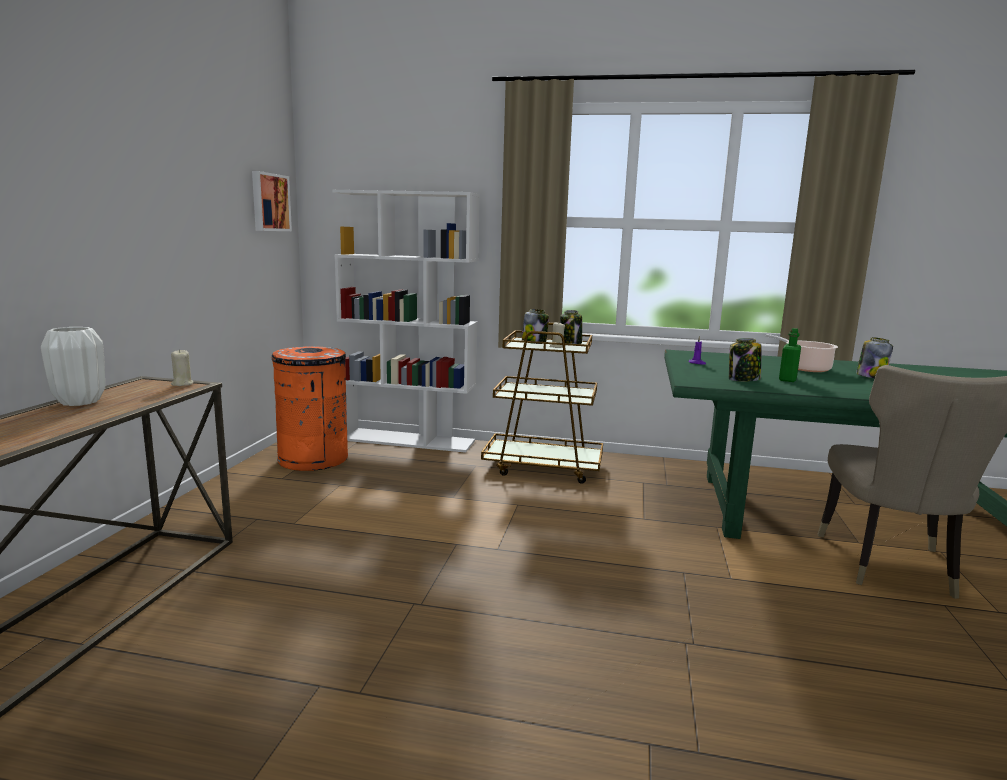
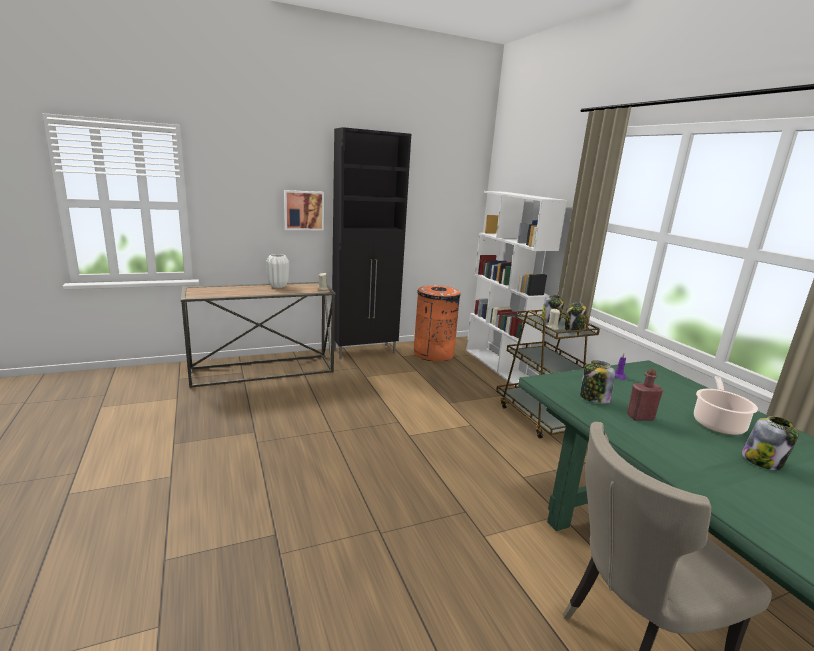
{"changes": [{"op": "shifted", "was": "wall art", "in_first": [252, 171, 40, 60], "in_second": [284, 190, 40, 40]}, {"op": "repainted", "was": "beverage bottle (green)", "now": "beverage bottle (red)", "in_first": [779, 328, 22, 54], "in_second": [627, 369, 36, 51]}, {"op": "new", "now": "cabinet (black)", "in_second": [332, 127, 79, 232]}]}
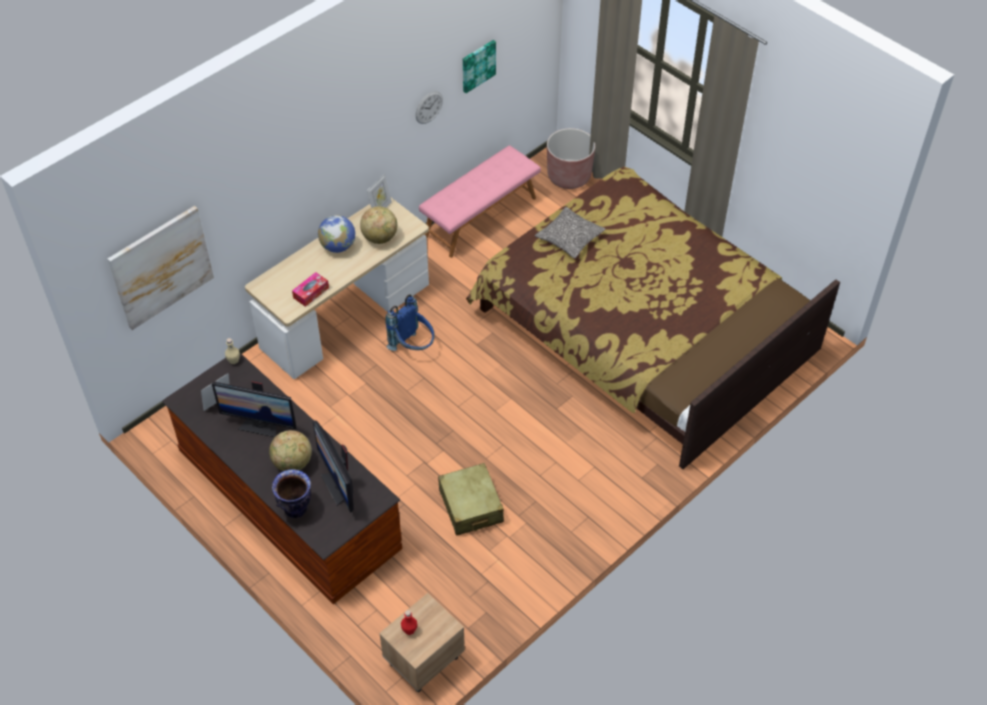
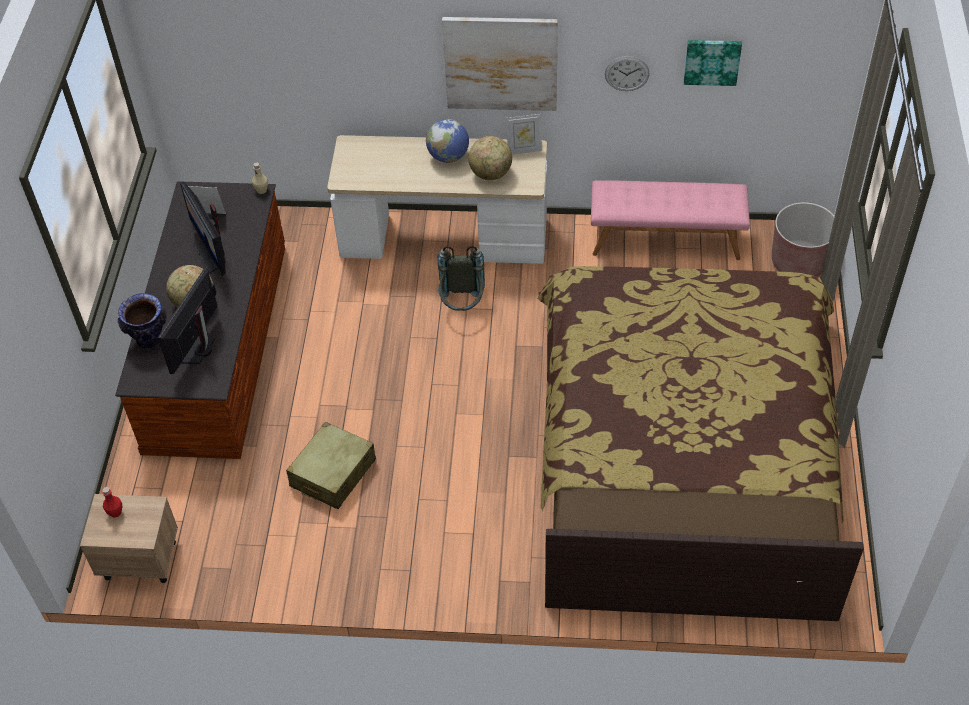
{"changes": [{"op": "shifted", "was": "wall art", "in_first": [108, 206, 106, 124], "in_second": [442, 17, 116, 94]}, {"op": "gone", "was": "tissue holder", "in_first": [292, 272, 37, 35]}, {"op": "repainted", "was": "backpack (blue-coloured)", "now": "backpack (gray)", "in_first": [385, 294, 50, 57], "in_second": [438, 246, 47, 65]}, {"op": "gone", "was": "cushion", "in_first": [535, 207, 70, 51]}]}
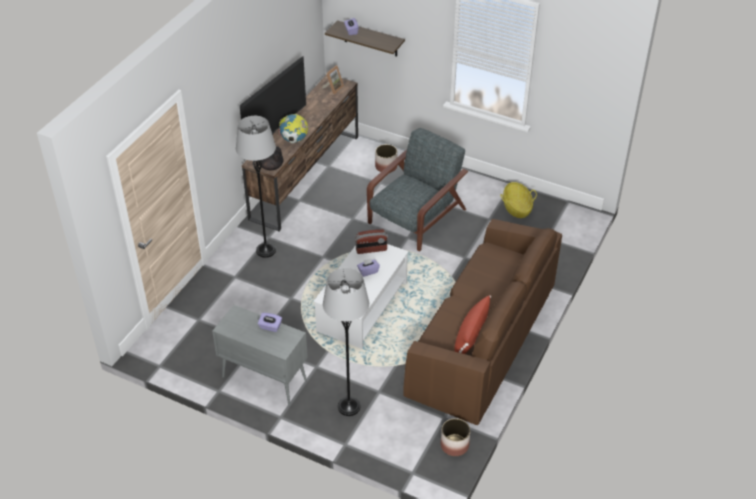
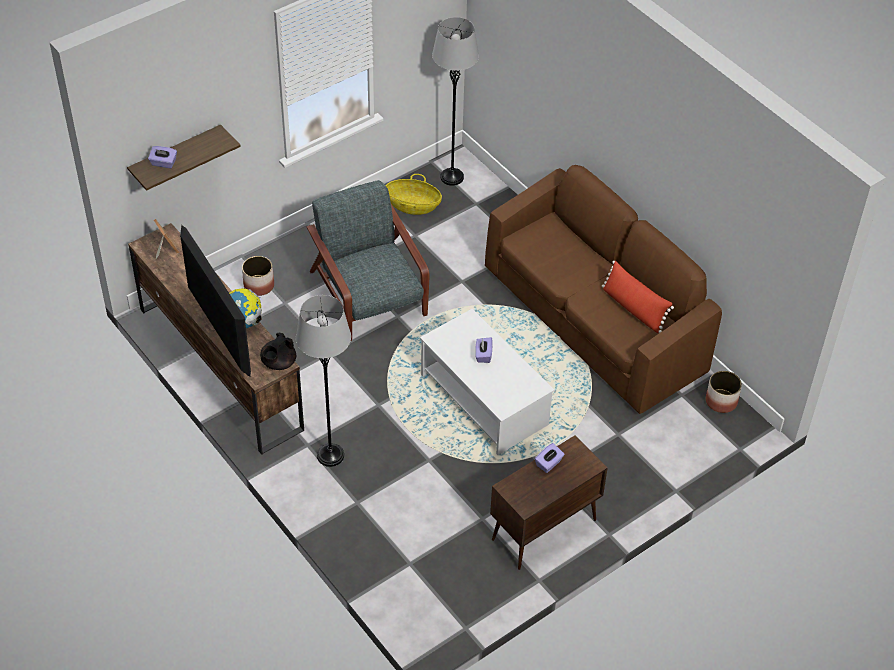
{"changes": [{"op": "repainted", "was": "cabinet (gray)", "now": "cabinet (brown-coloured)", "in_first": [212, 305, 96, 100], "in_second": [490, 435, 117, 135]}, {"op": "shifted", "was": "floor lamp (gray)", "in_first": [323, 268, 46, 148], "in_second": [432, 17, 47, 169]}, {"op": "gone", "was": "radio set", "in_first": [355, 229, 33, 25]}]}
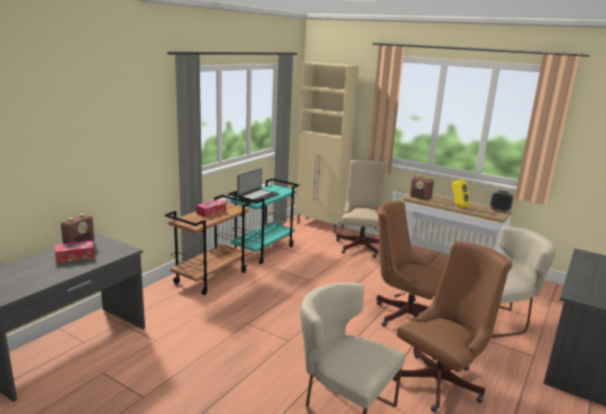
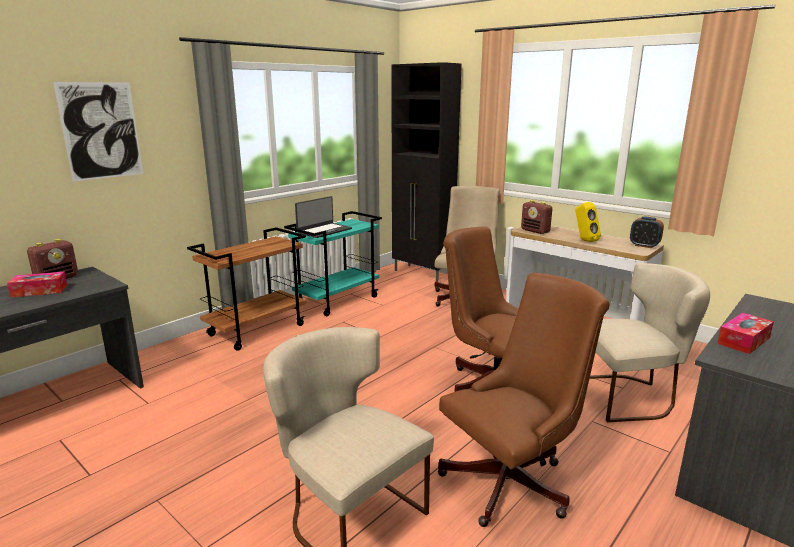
{"changes": [{"op": "shifted", "was": "tissue holder", "in_first": [196, 200, 30, 17], "in_second": [717, 313, 57, 41]}, {"op": "repainted", "was": "cabinet (beige-coloured)", "now": "cabinet (black)", "in_first": [296, 62, 63, 171], "in_second": [391, 62, 71, 219]}, {"op": "new", "now": "wall art", "in_second": [53, 82, 90, 100]}]}
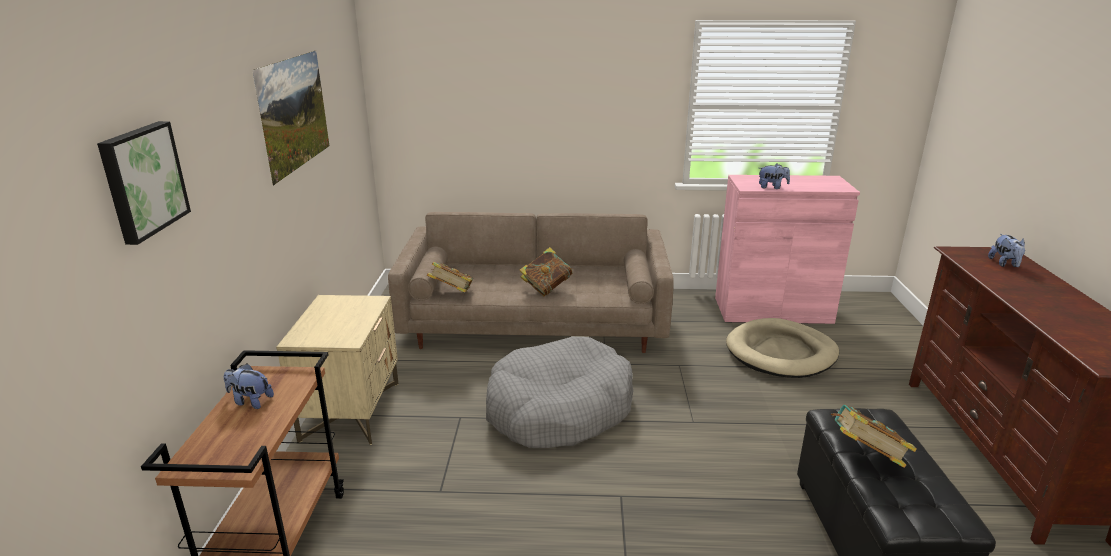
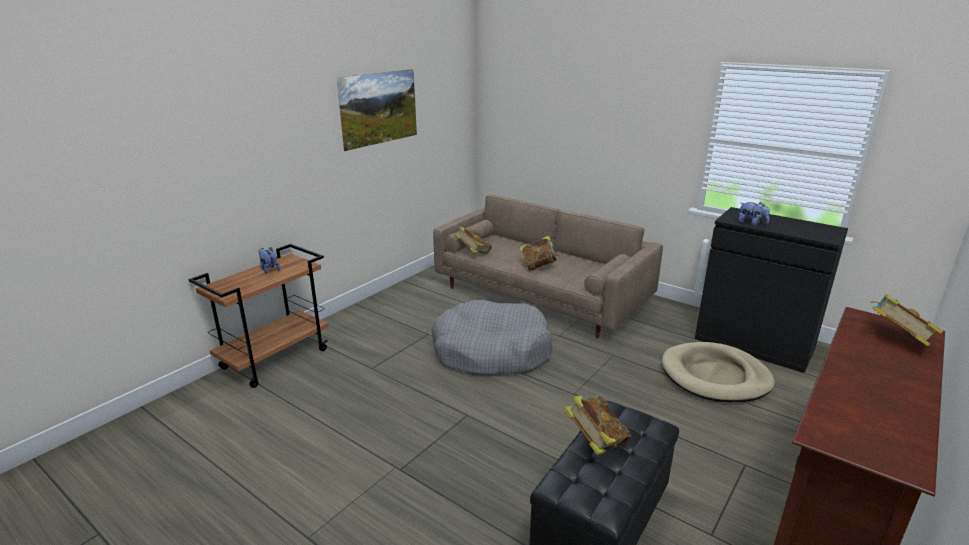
{"changes": [{"op": "gone", "was": "wall art", "in_first": [97, 121, 94, 124]}, {"op": "gone", "was": "night table (beige-coloured)", "in_first": [276, 295, 122, 150]}, {"op": "repainted", "was": "cabinet (pink-coloured)", "now": "cabinet (black)", "in_first": [715, 175, 145, 149], "in_second": [695, 207, 153, 166]}, {"op": "swapped", "was": "cuddly toy", "now": "bound book", "in_first": [988, 234, 37, 33], "in_second": [871, 294, 72, 52]}]}
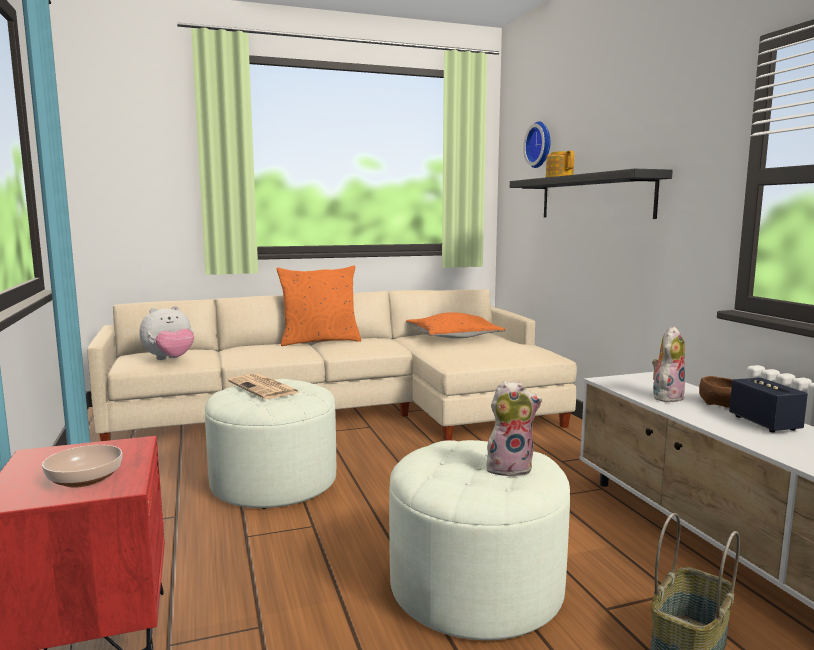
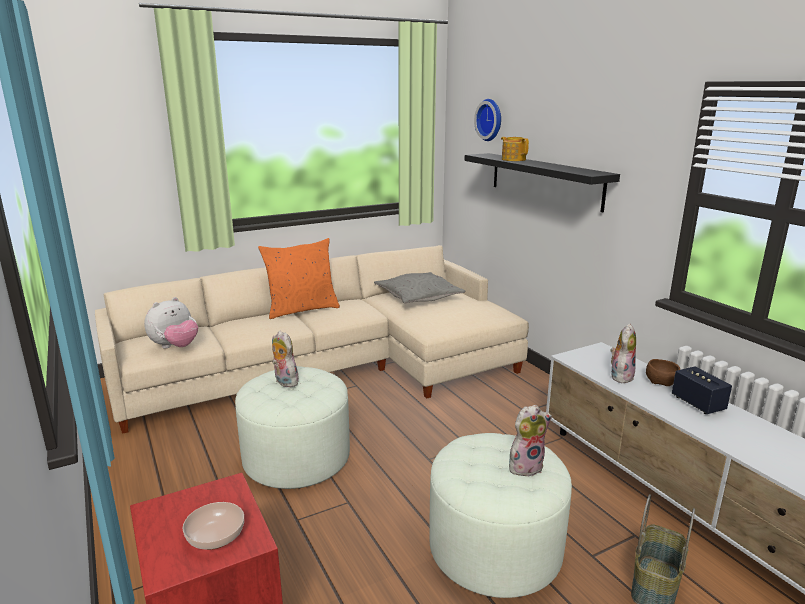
{"changes": [{"op": "swapped", "was": "newspaper", "now": "cuddly toy", "in_first": [228, 373, 72, 26], "in_second": [272, 331, 27, 56]}, {"op": "repainted", "was": "cushion (orange)", "now": "cushion (gray)", "in_first": [406, 312, 99, 27], "in_second": [374, 272, 91, 31]}]}
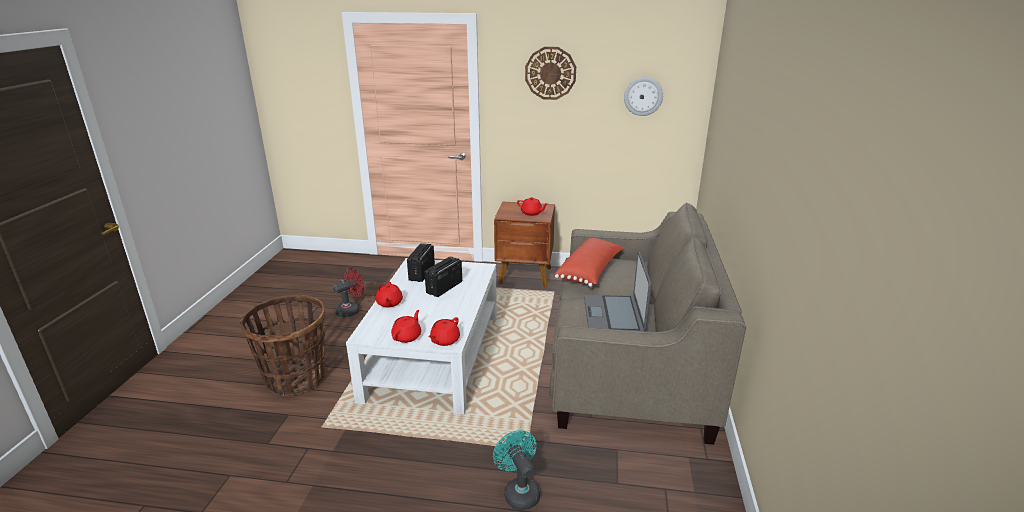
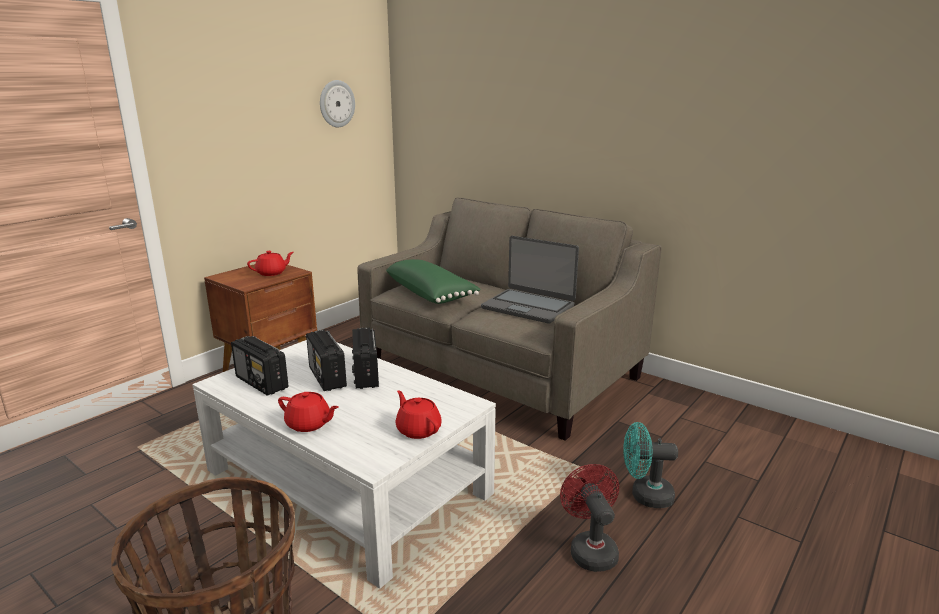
{"changes": [{"op": "shifted", "was": "electric fan (red)", "in_first": [333, 268, 31, 50], "in_second": [560, 464, 59, 108]}, {"op": "gone", "was": "teapot (red)", "in_first": [428, 317, 32, 29]}, {"op": "gone", "was": "hanging clock", "in_first": [525, 47, 51, 53]}, {"op": "repainted", "was": "cushion (red)", "now": "cushion (green)", "in_first": [555, 238, 68, 49], "in_second": [386, 259, 95, 45]}, {"op": "new", "now": "radio set", "in_second": [352, 327, 27, 62]}]}
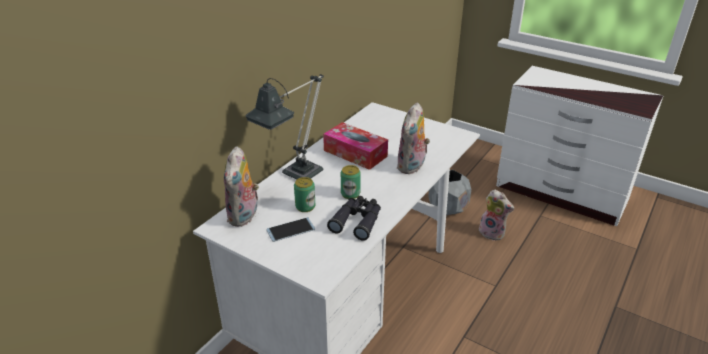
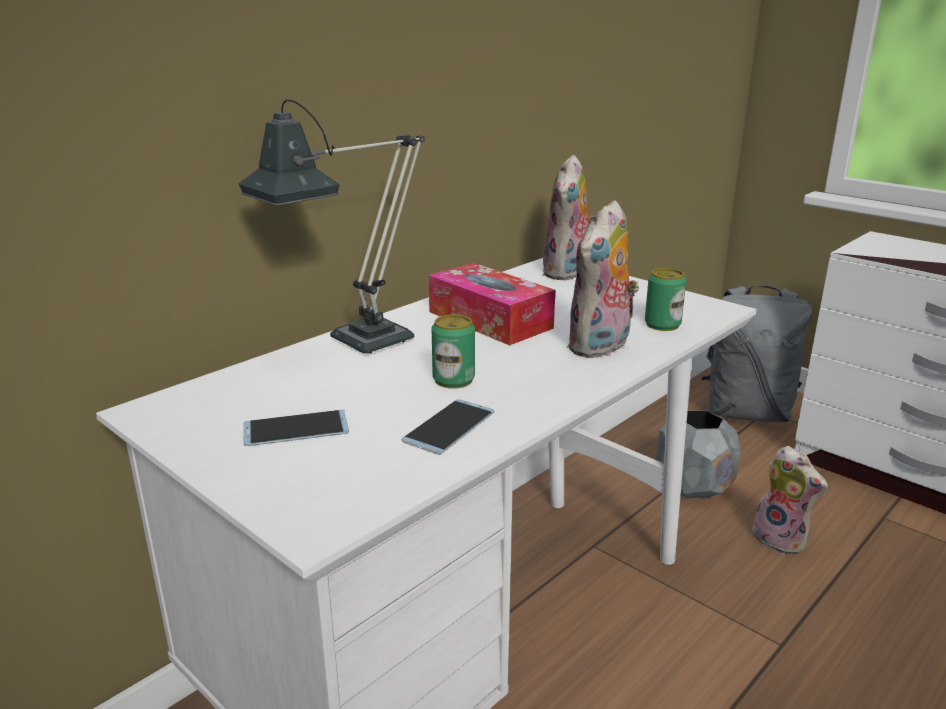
{"changes": [{"op": "shifted", "was": "cuddly toy", "in_first": [224, 146, 35, 81], "in_second": [542, 155, 52, 126]}, {"op": "shifted", "was": "metal can", "in_first": [294, 177, 21, 35], "in_second": [645, 268, 42, 63]}, {"op": "swapped", "was": "field glasses (black)", "now": "phone", "in_first": [327, 196, 54, 45], "in_second": [402, 399, 92, 56]}, {"op": "new", "now": "backpack (gray)", "in_second": [701, 285, 111, 137]}]}
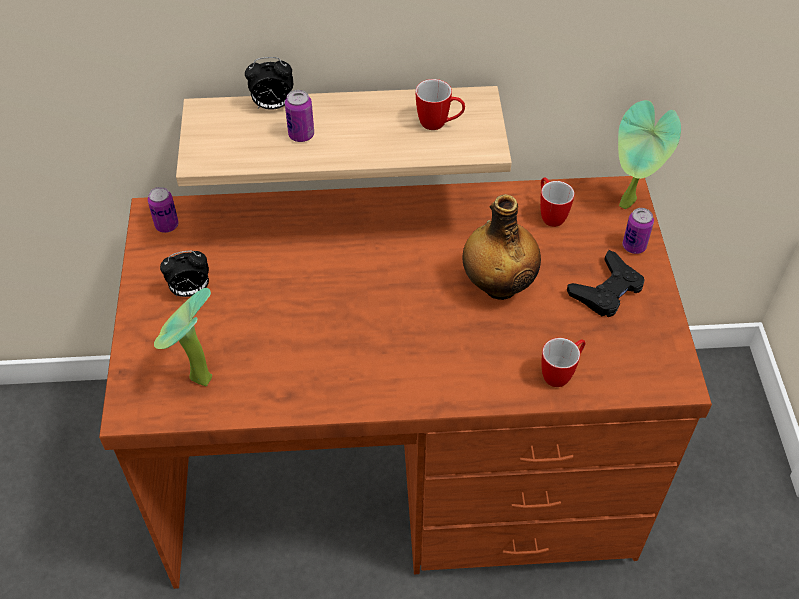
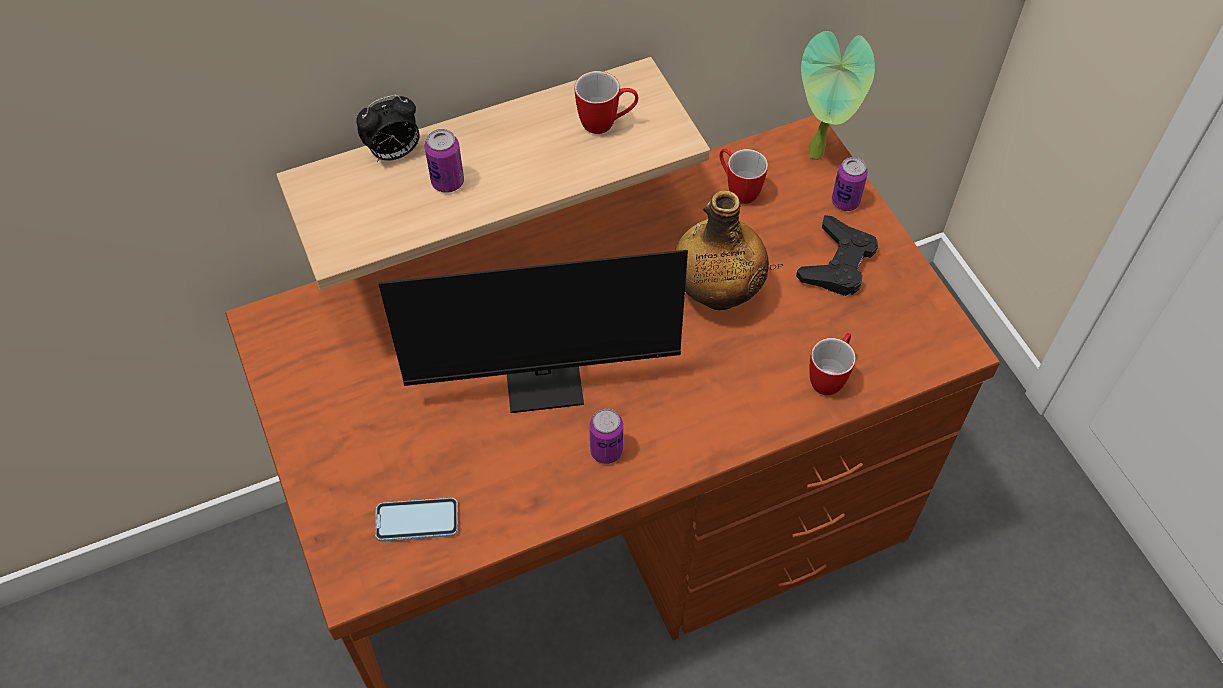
{"changes": [{"op": "shifted", "was": "metal can", "in_first": [148, 187, 31, 46], "in_second": [589, 408, 34, 56]}, {"op": "swapped", "was": "plant in a pot", "now": "phone", "in_first": [154, 288, 58, 98], "in_second": [375, 498, 83, 43]}, {"op": "gone", "was": "alarm clock", "in_first": [160, 250, 49, 47]}, {"op": "new", "now": "monitor", "in_second": [378, 250, 405, 163]}]}
